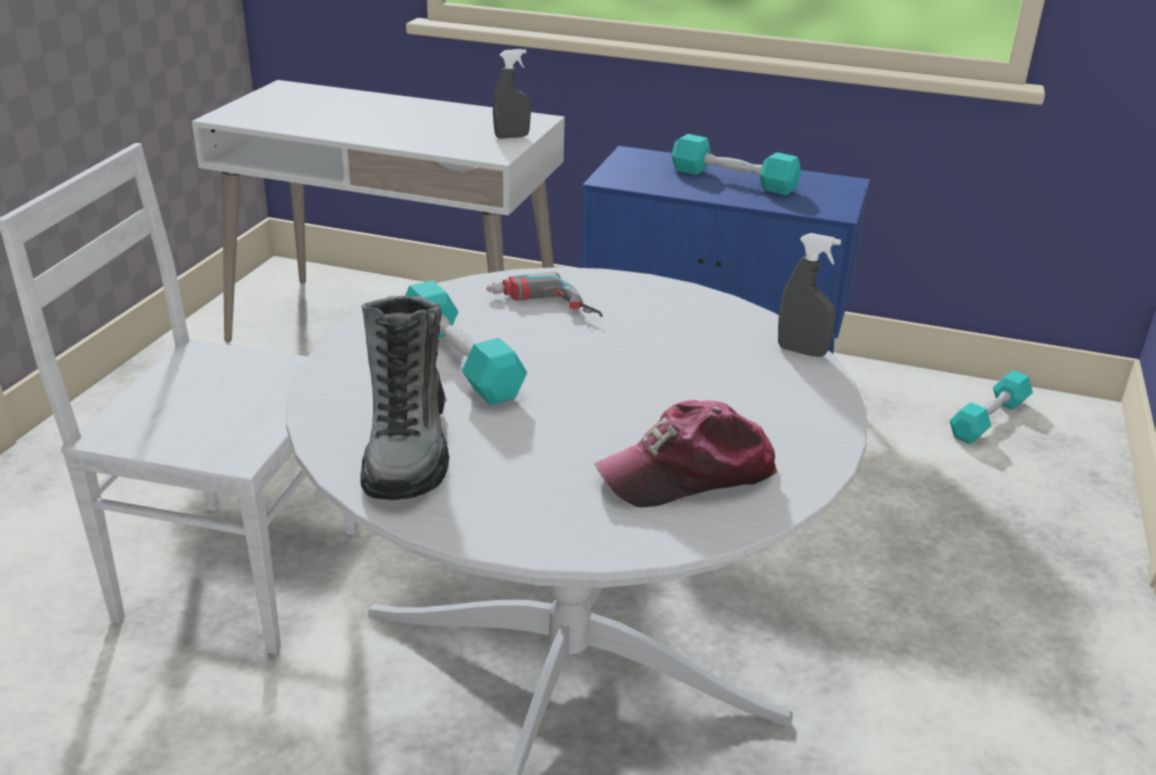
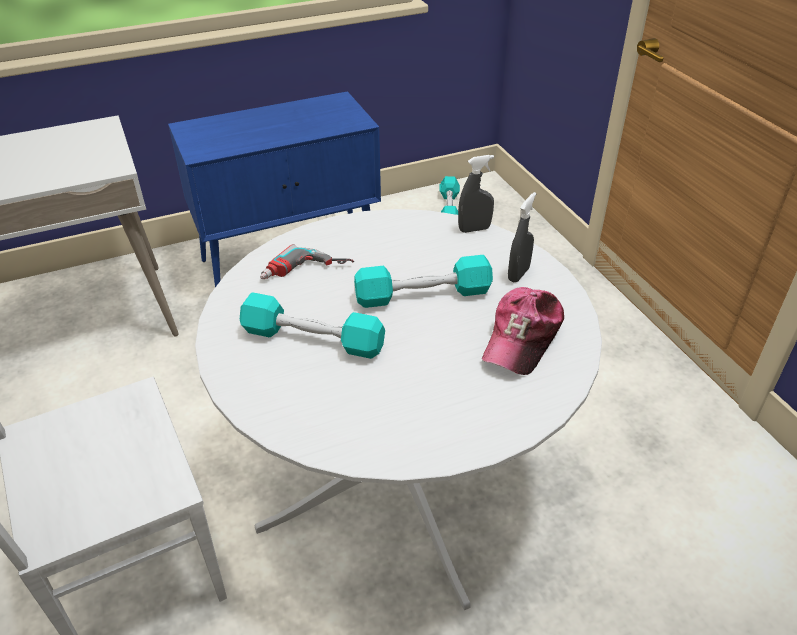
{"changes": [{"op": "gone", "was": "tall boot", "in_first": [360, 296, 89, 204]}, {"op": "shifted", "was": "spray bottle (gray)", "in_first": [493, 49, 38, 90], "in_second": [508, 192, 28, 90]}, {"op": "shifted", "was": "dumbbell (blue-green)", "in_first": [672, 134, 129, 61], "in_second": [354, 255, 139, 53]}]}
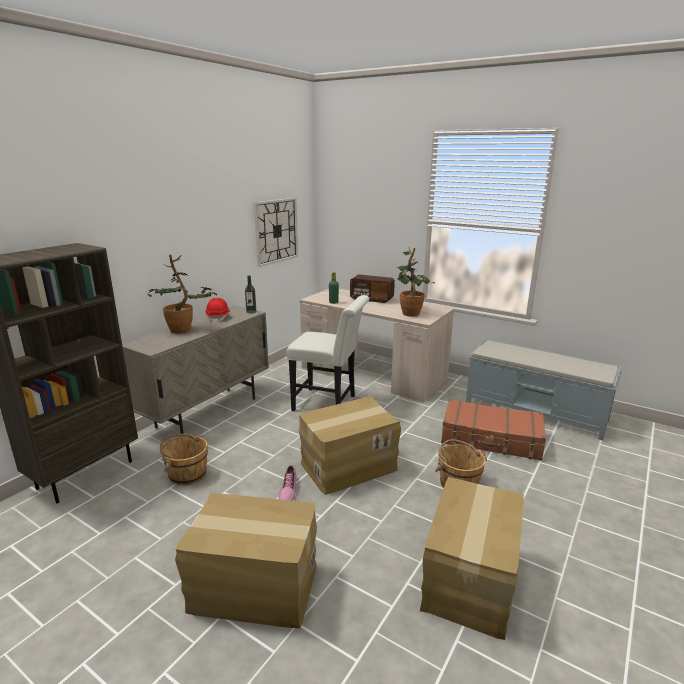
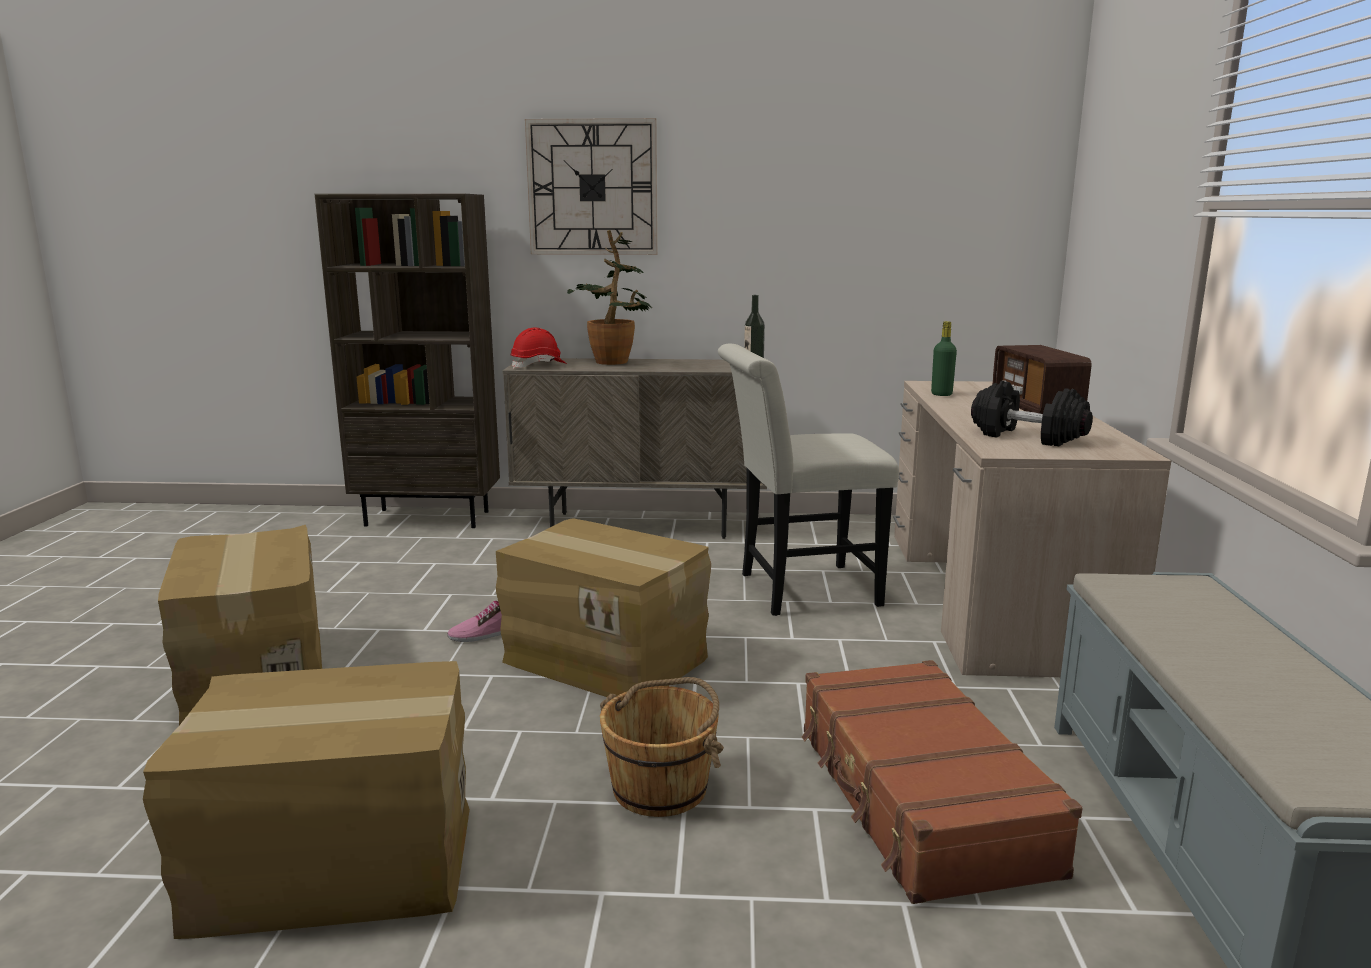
{"changes": [{"op": "gone", "was": "bucket (brown-coloured)", "in_first": [160, 434, 48, 51]}, {"op": "shifted", "was": "hard hat (red)", "in_first": [205, 298, 25, 25], "in_second": [510, 328, 57, 41]}, {"op": "shifted", "was": "hanging clock", "in_first": [254, 198, 44, 69], "in_second": [525, 118, 133, 137]}, {"op": "rotated", "was": "chair (white)", "in_first": [287, 295, 83, 116], "in_second": [718, 344, 181, 272], "clockwise": 90}, {"op": "swapped", "was": "plant in a pot", "now": "dumbbell (black)", "in_first": [397, 247, 37, 70], "in_second": [971, 381, 122, 66]}]}
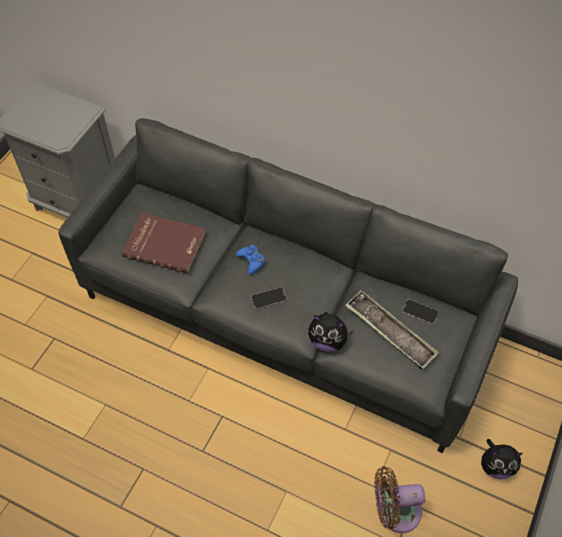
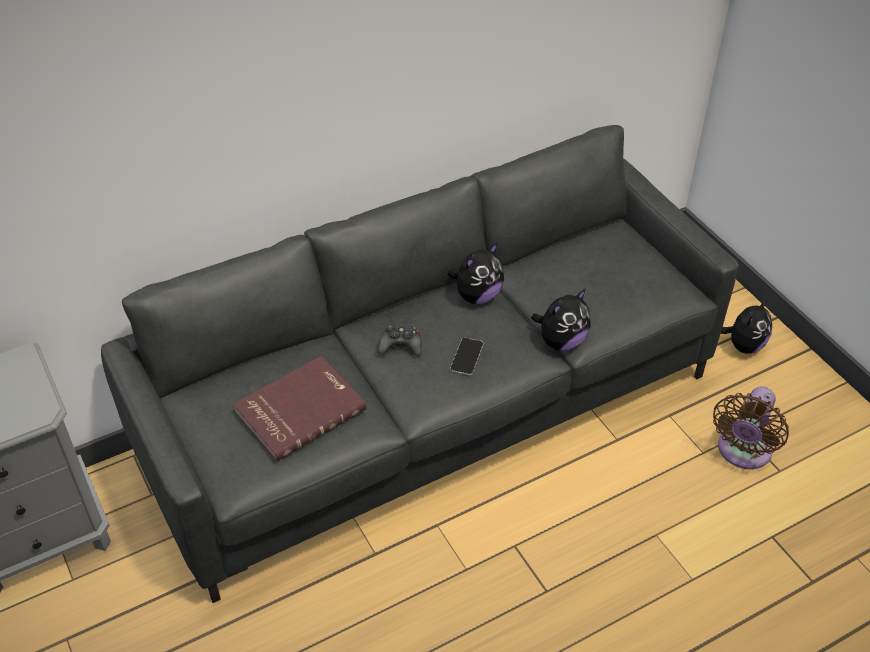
{"changes": [{"op": "repainted", "was": "joypad (blue-coloured)", "now": "joypad (black)", "in_first": [236, 245, 30, 30], "in_second": [378, 325, 44, 31]}, {"op": "gone", "was": "carrying tray", "in_first": [345, 290, 94, 79]}, {"op": "gone", "was": "phone", "in_first": [402, 299, 37, 25]}, {"op": "new", "now": "cuddly toy", "in_second": [447, 242, 57, 62]}]}
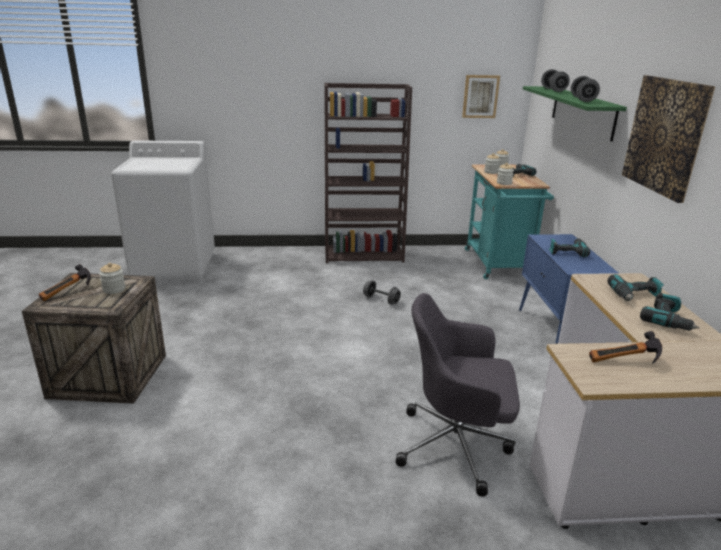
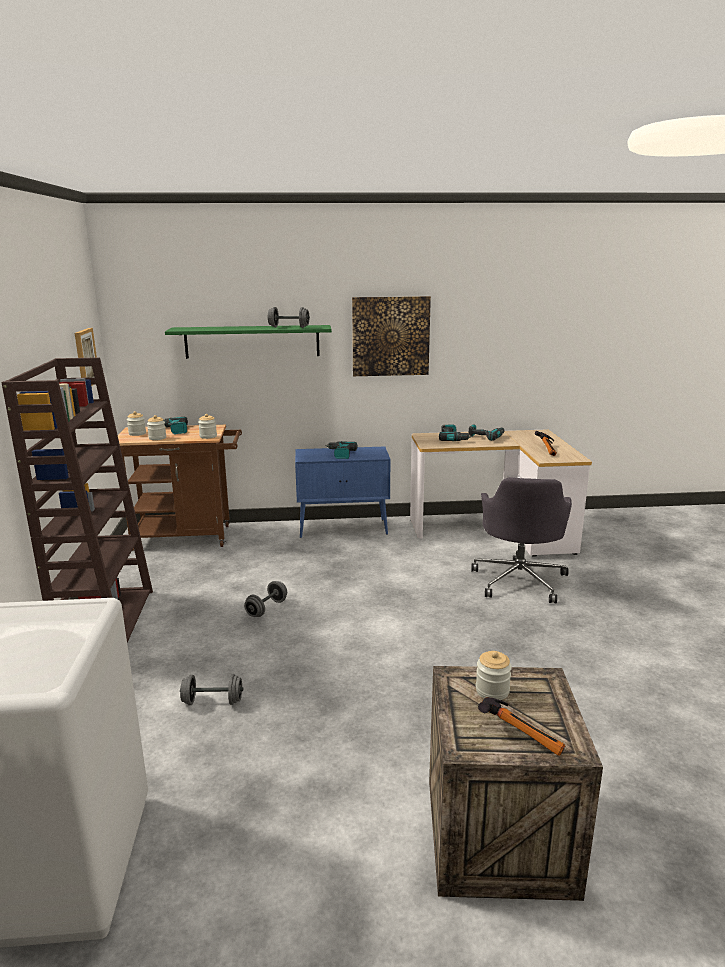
{"changes": [{"op": "repainted", "was": "cart (blue-green)", "now": "cart (brown-coloured)", "in_first": [465, 164, 89, 115], "in_second": [118, 425, 124, 126]}, {"op": "shifted", "was": "dumbbell (gray)", "in_first": [541, 69, 29, 23], "in_second": [180, 674, 63, 31]}]}
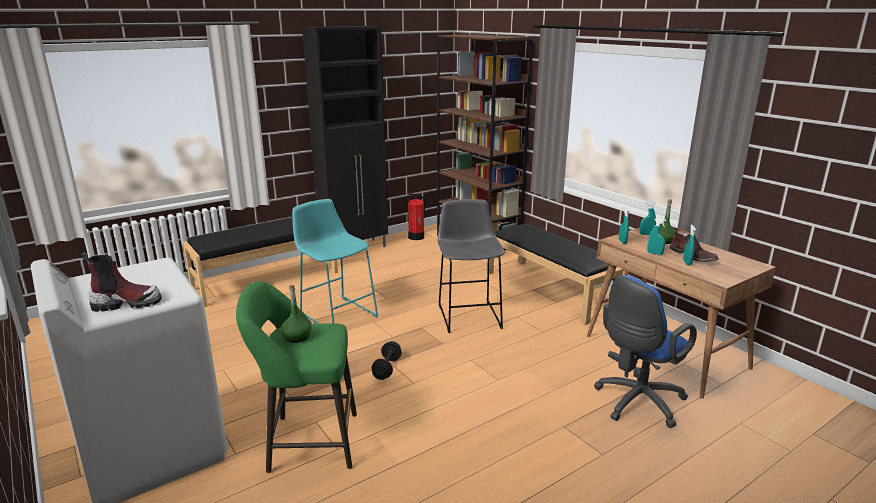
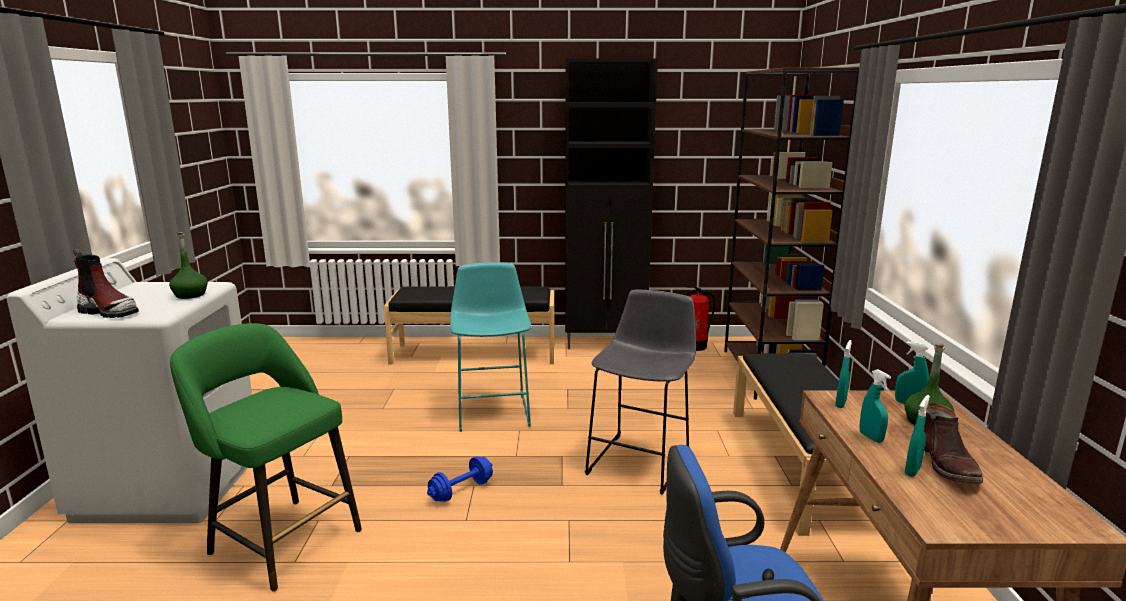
{"changes": [{"op": "shifted", "was": "beverage bottle (green)", "in_first": [281, 285, 31, 58], "in_second": [169, 232, 39, 67]}, {"op": "repainted", "was": "dumbbell (black)", "now": "dumbbell (blue-coloured)", "in_first": [371, 341, 31, 39], "in_second": [427, 457, 66, 45]}]}
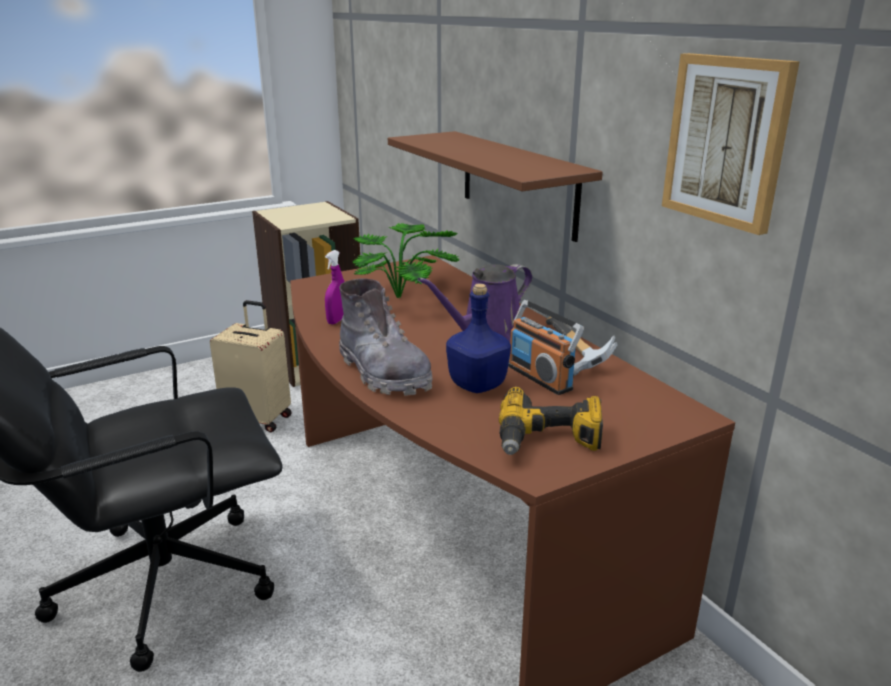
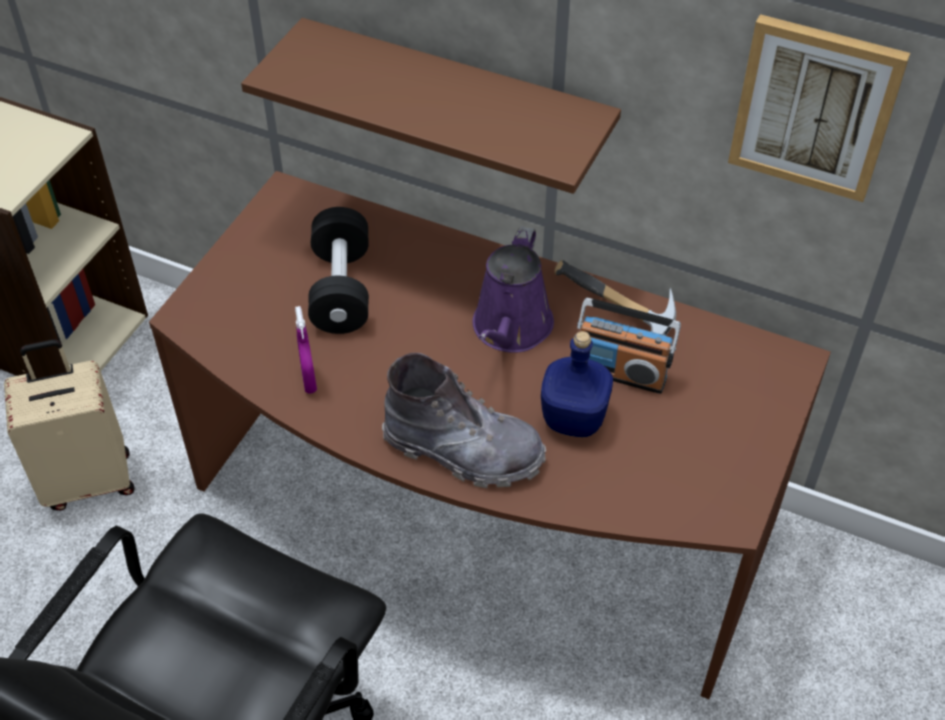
{"changes": [{"op": "swapped", "was": "plant in a pot", "now": "dumbbell (black)", "in_first": [352, 223, 107, 75], "in_second": [308, 207, 61, 127]}, {"op": "gone", "was": "electric drill", "in_first": [499, 387, 104, 68]}]}
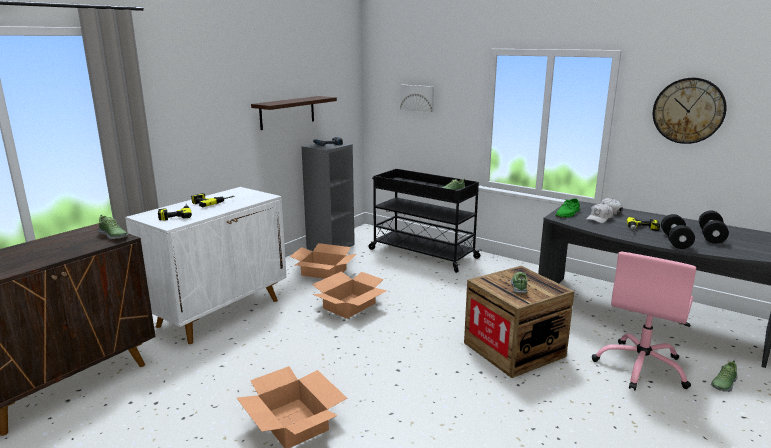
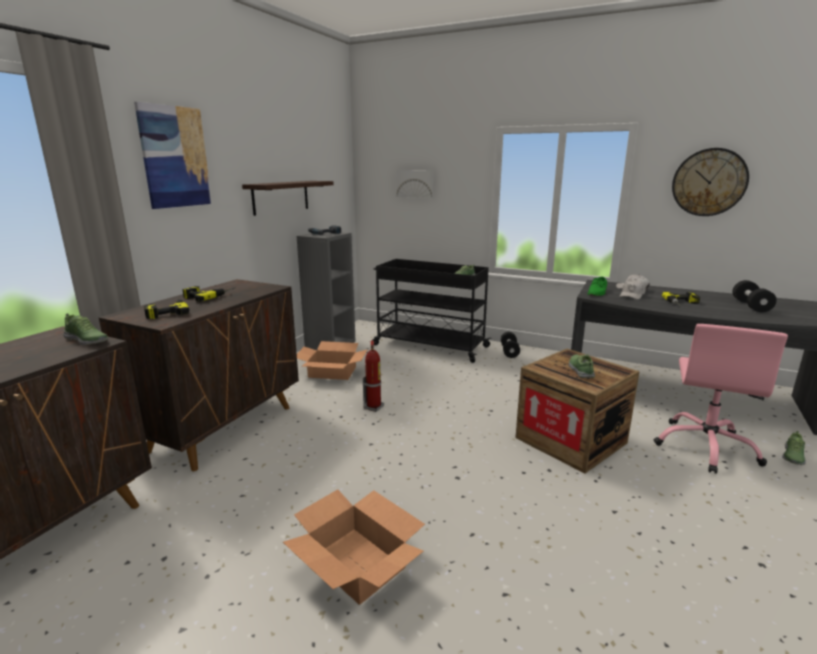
{"changes": [{"op": "repainted", "was": "cabinet (white)", "now": "cabinet (brown-coloured)", "in_first": [125, 187, 162, 157], "in_second": [99, 279, 200, 192]}, {"op": "swapped", "was": "carton", "now": "fire extinguisher", "in_first": [312, 271, 75, 48], "in_second": [363, 340, 21, 72]}, {"op": "shifted", "was": "dumbbell (black)", "in_first": [661, 214, 34, 35], "in_second": [501, 332, 19, 26]}, {"op": "new", "now": "wall art", "in_second": [134, 102, 78, 107]}]}
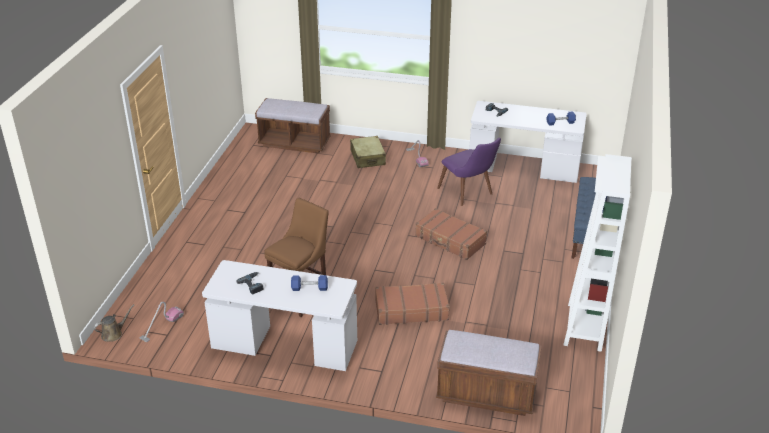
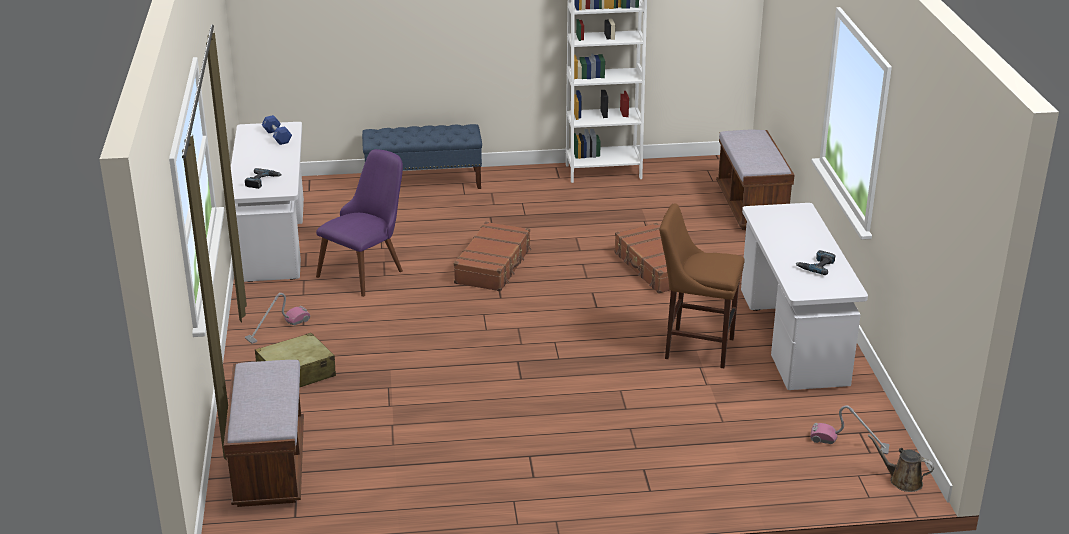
{"changes": [{"op": "gone", "was": "dumbbell (blue-coloured)", "in_first": [291, 275, 37, 16]}]}
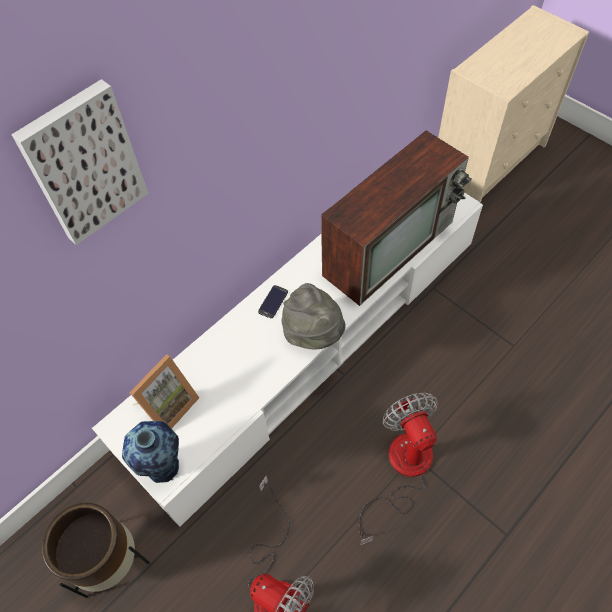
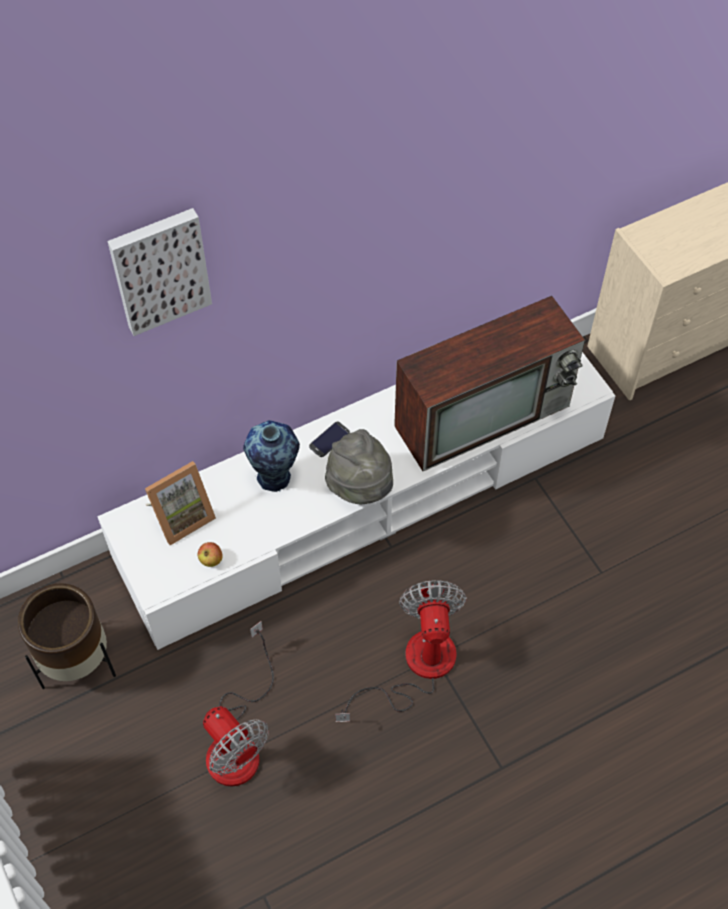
{"changes": [{"op": "shifted", "was": "vase", "in_first": [122, 421, 57, 62], "in_second": [243, 420, 57, 72]}, {"op": "new", "now": "apple", "in_second": [198, 542, 25, 25]}]}
